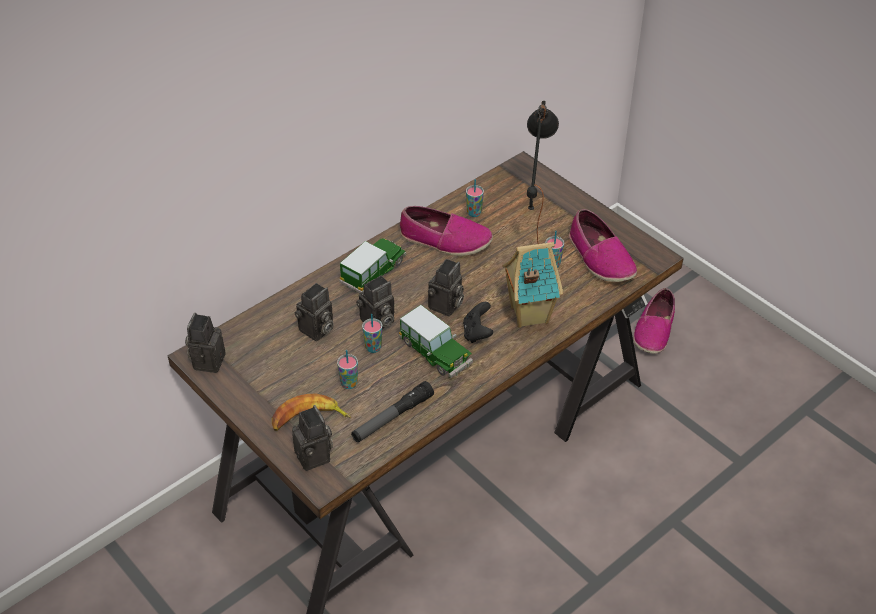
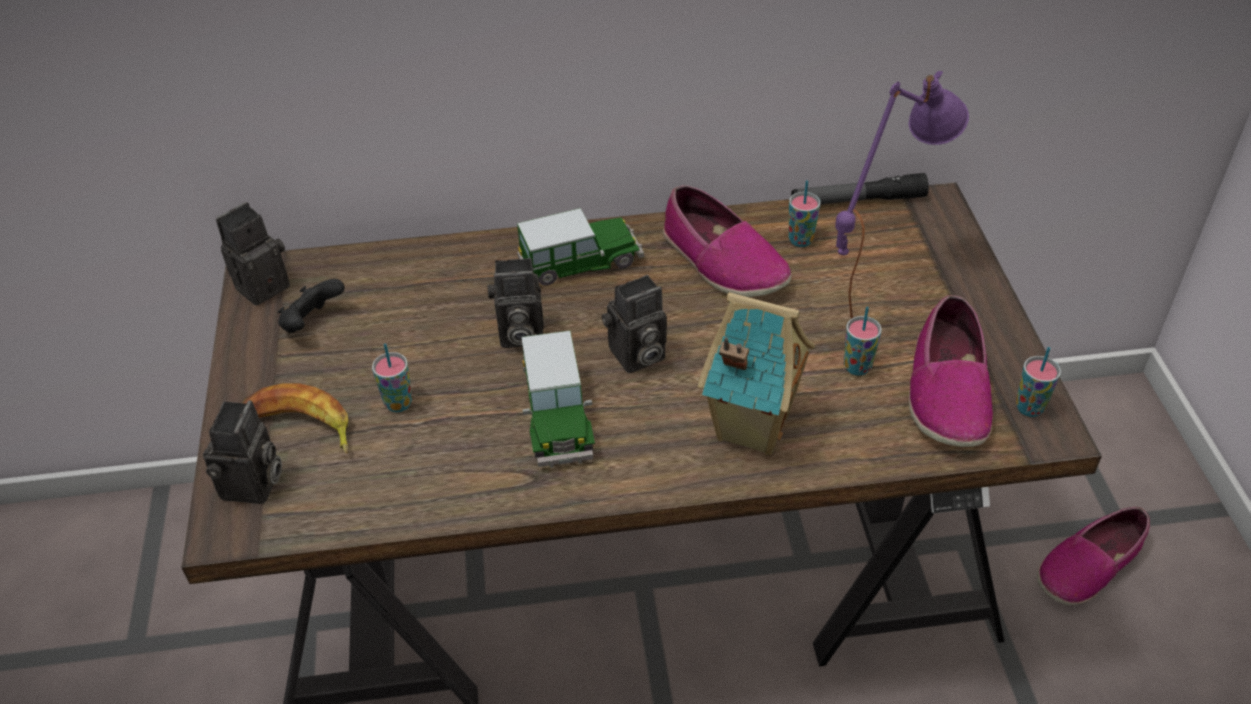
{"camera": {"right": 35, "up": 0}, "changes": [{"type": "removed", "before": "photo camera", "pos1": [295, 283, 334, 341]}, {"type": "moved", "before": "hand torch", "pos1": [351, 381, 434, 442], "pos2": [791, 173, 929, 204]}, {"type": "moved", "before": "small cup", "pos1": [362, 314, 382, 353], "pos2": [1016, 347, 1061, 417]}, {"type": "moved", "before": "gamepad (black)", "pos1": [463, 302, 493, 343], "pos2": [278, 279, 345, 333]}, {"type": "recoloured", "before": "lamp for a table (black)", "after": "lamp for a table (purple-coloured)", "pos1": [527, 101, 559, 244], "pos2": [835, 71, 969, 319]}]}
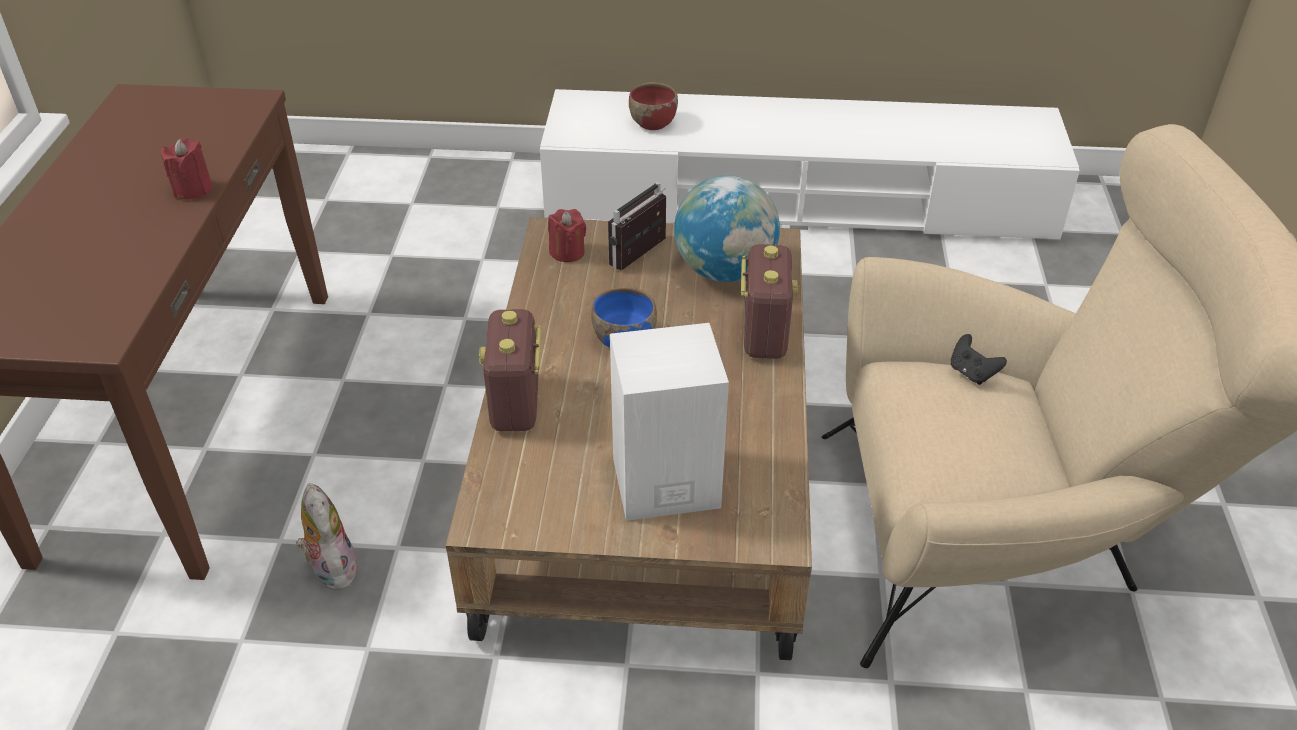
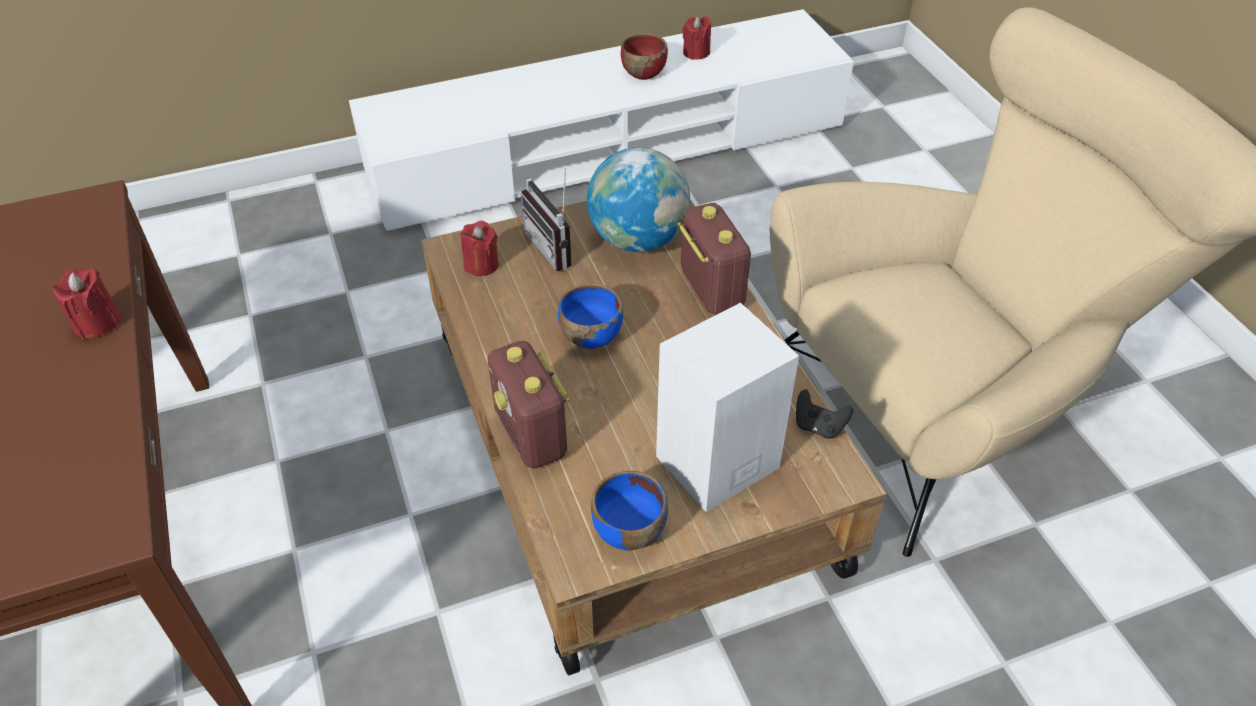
{"camera": {"right": -25, "up": 5}, "changes": [{"type": "removed", "before": "soft toy", "pos1": [296, 483, 361, 590]}, {"type": "added", "after": "bowl (bluish)", "pos2": [591, 471, 668, 551]}, {"type": "added", "after": "wax light (red)", "pos2": [682, 16, 711, 60]}, {"type": "moved", "before": "bowl (red)", "pos1": [629, 82, 678, 130], "pos2": [621, 33, 668, 80]}, {"type": "moved", "before": "gamepad (black)", "pos1": [951, 334, 1007, 385], "pos2": [796, 389, 853, 439]}, {"type": "turned", "before": "radio set", "pos1": [608, 182, 666, 270], "pos2": [521, 169, 572, 271], "turn": -45}]}
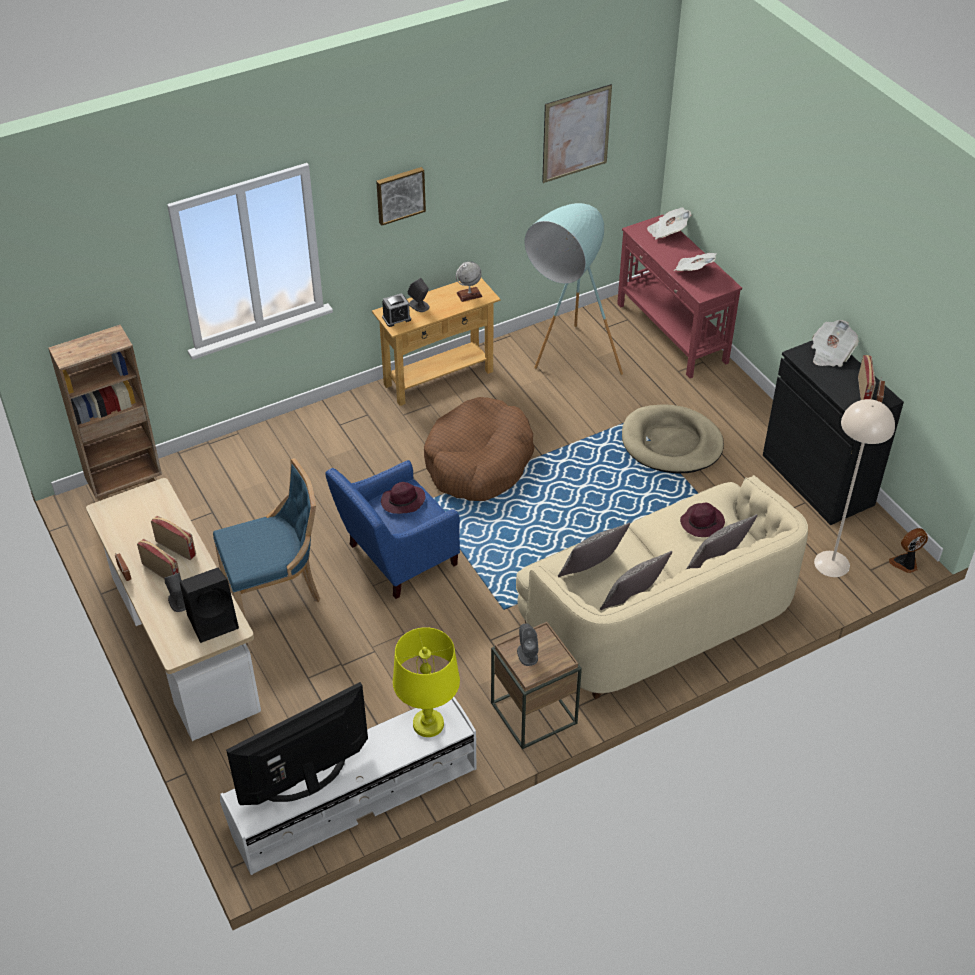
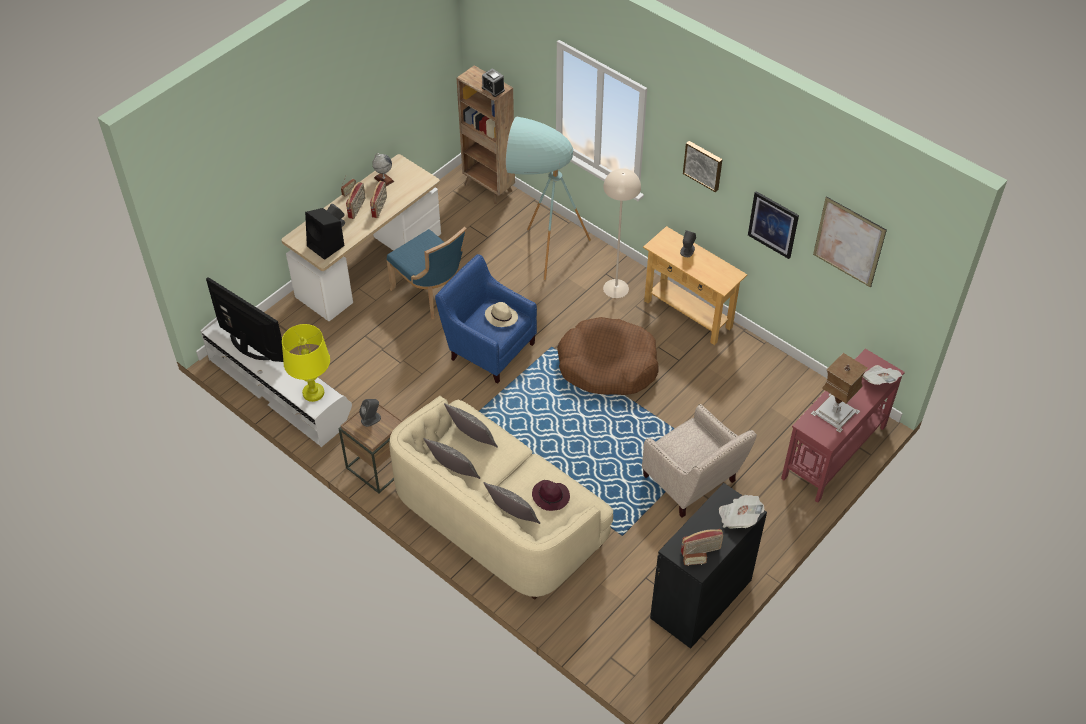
{"camera": {"right": 70, "up": 5}, "changes": [{"type": "removed", "before": "fan", "pos1": [889, 528, 928, 573]}, {"type": "added", "after": "wall art", "pos2": [748, 191, 799, 259]}, {"type": "moved", "before": "table clock", "pos1": [382, 293, 411, 327], "pos2": [482, 68, 505, 97]}, {"type": "moved", "before": "globe", "pos1": [456, 261, 483, 302], "pos2": [372, 153, 394, 186]}, {"type": "moved", "before": "floor lamp (turquoise-coloured)", "pos1": [524, 203, 623, 375], "pos2": [506, 117, 591, 280]}, {"type": "moved", "before": "floor lamp (beige)", "pos1": [814, 399, 895, 577], "pos2": [603, 168, 641, 298]}, {"type": "replaced", "before": "pet bed (beige)", "after": "lounge chair (beige)", "pos1": [622, 404, 724, 473], "pos2": [642, 404, 757, 518]}, {"type": "replaced", "before": "printed paper", "after": "lamp for a table", "pos1": [674, 253, 717, 271], "pos2": [811, 353, 868, 433]}, {"type": "recoloured", "before": "hat (purple-coloured)", "after": "hat (beige)", "pos1": [381, 482, 426, 514], "pos2": [485, 302, 518, 327]}]}
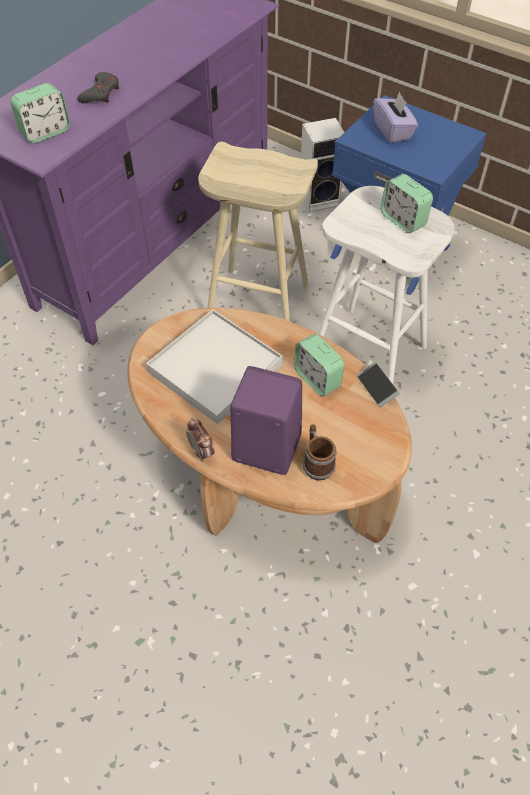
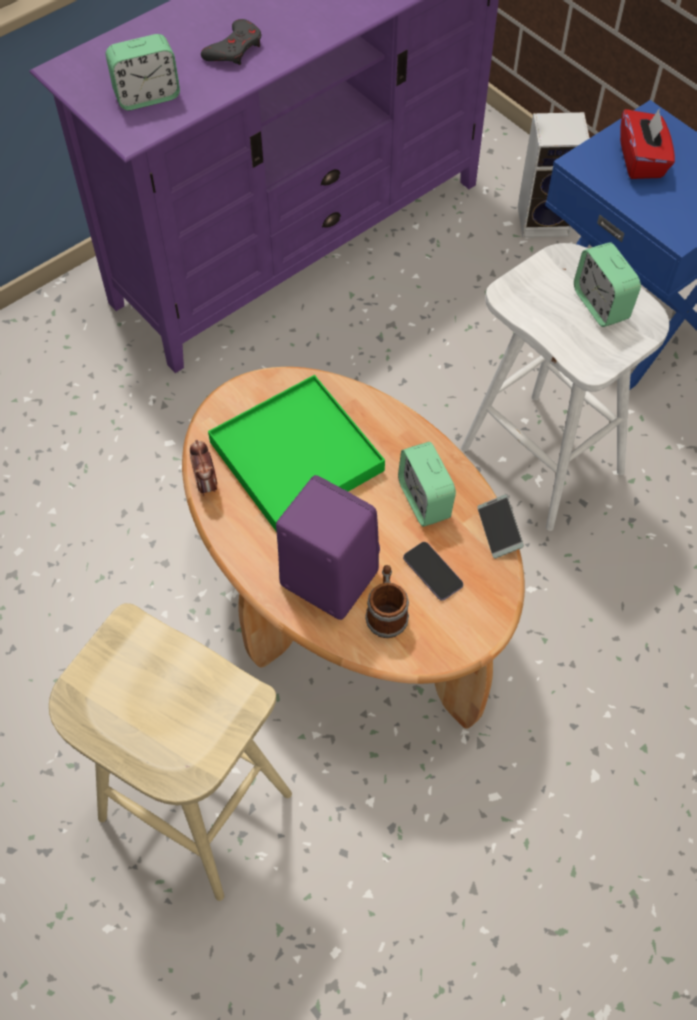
{"camera": {"right": 15, "up": 5}, "changes": [{"type": "added", "after": "phone", "pos2": [403, 542, 463, 601]}, {"type": "moved", "before": "table clock", "pos1": [186, 418, 215, 462], "pos2": [190, 440, 217, 496]}, {"type": "moved", "before": "stool (beige)", "pos1": [198, 142, 318, 321], "pos2": [49, 603, 292, 901]}, {"type": "recoloured", "before": "tray (whitish)", "after": "tray (greenish)", "pos1": [146, 309, 283, 424], "pos2": [208, 375, 385, 531]}, {"type": "recoloured", "before": "tissue box (purple-coloured)", "after": "tissue box (red)", "pos1": [374, 92, 418, 143], "pos2": [620, 108, 675, 179]}]}
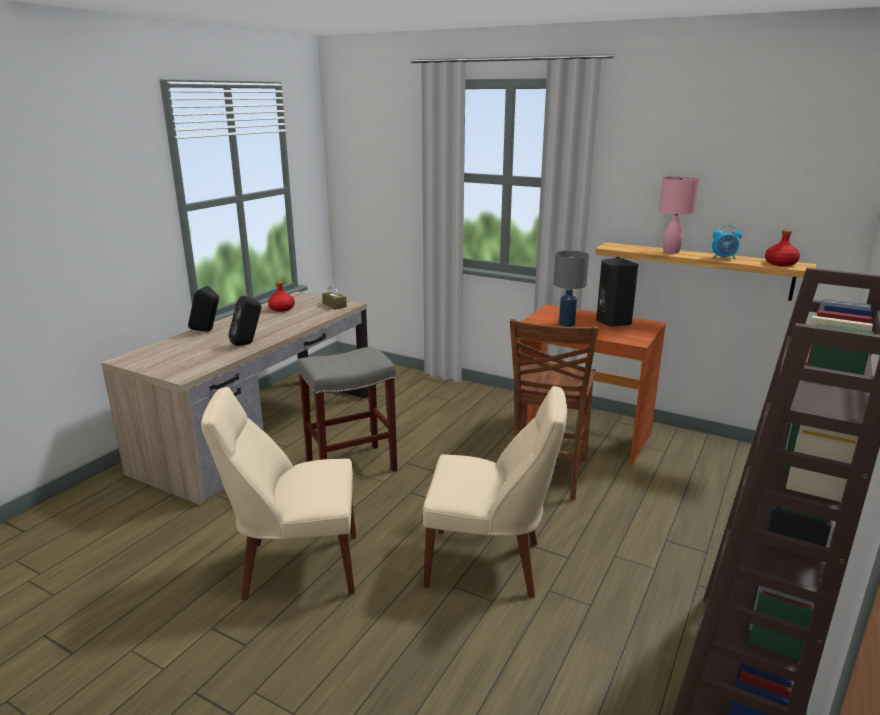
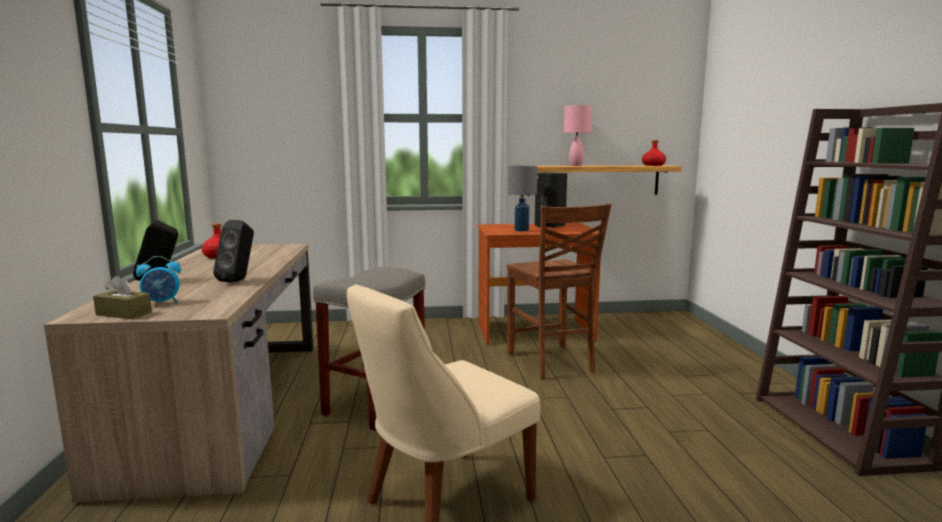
{"camera": {"right": -35, "up": -10}, "changes": [{"type": "removed", "before": "chair (beige)", "pos1": [423, 386, 567, 598]}, {"type": "moved", "before": "tissue box (brown-coloured)", "pos1": [322, 285, 347, 310], "pos2": [93, 276, 152, 319]}, {"type": "moved", "before": "table clock", "pos1": [712, 225, 742, 260], "pos2": [136, 256, 181, 303]}]}
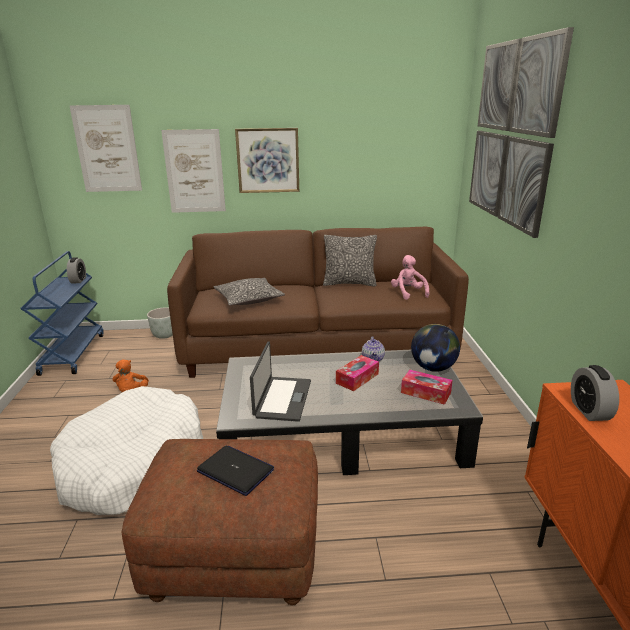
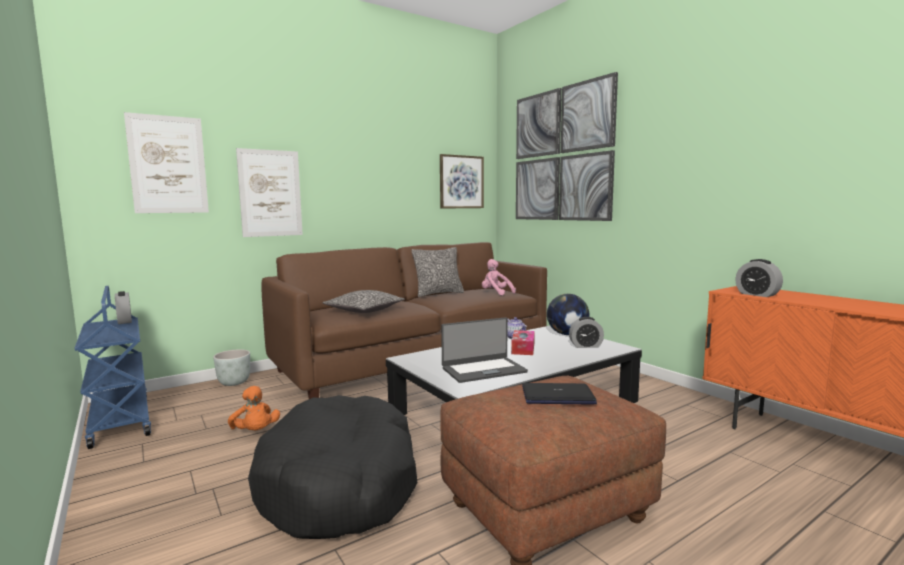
{"camera": {"right": -30, "up": -15}, "changes": [{"type": "moved", "before": "wall art", "pos1": [235, 128, 299, 193], "pos2": [440, 154, 484, 209]}, {"type": "replaced", "before": "tissue box", "after": "table clock", "pos1": [401, 370, 452, 405], "pos2": [569, 317, 604, 348]}, {"type": "recoloured", "before": "pet bed (whitish)", "after": "pet bed (black)", "pos1": [50, 386, 203, 515], "pos2": [248, 395, 418, 539]}, {"type": "turned", "before": "portable computer", "pos1": [250, 341, 311, 421], "pos2": [441, 317, 528, 383], "turn": 90}]}
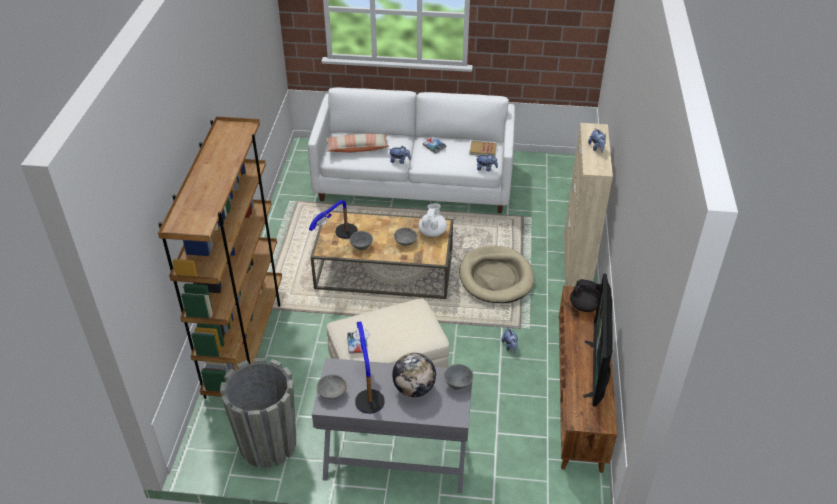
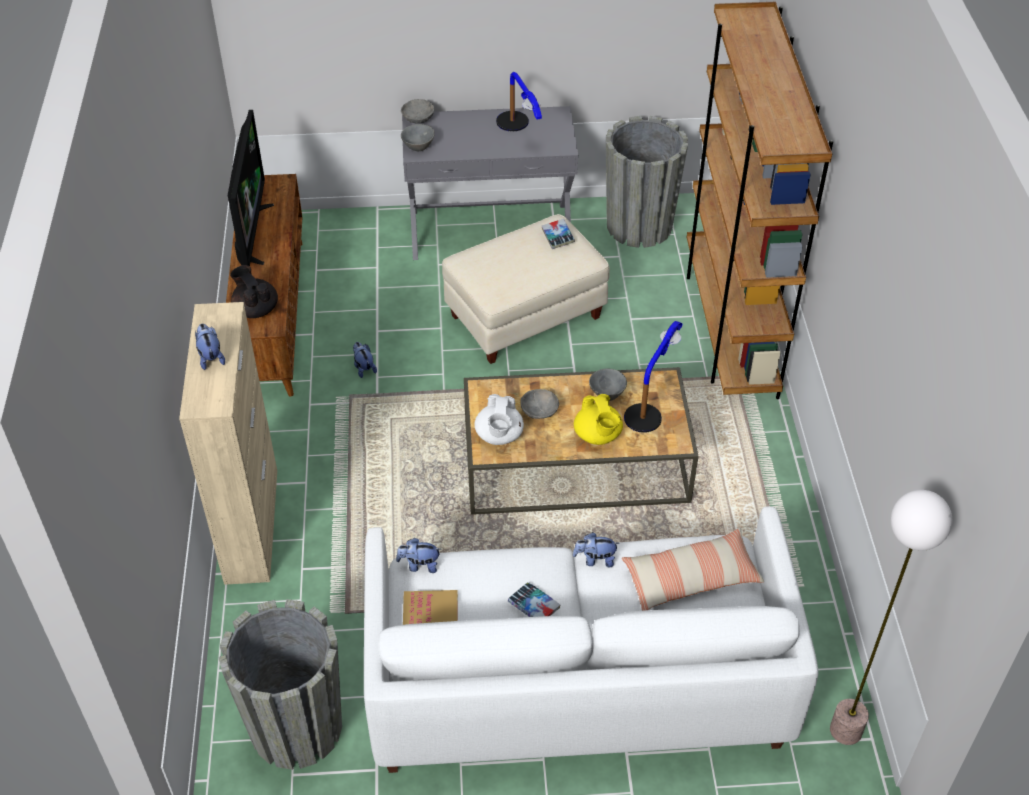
{"camera": {"right": 170, "up": 5}, "changes": [{"type": "removed", "before": "globe", "pos1": [392, 353, 436, 397]}, {"type": "removed", "before": "pet bed (beige)", "pos1": [459, 246, 534, 303]}, {"type": "added", "after": "planter (gray)", "pos2": [218, 599, 342, 770]}, {"type": "added", "after": "pot for tea (yellow-coloured)", "pos2": [574, 394, 623, 445]}, {"type": "added", "after": "floor lamp", "pos2": [830, 490, 952, 745]}, {"type": "moved", "before": "bowl (gray)", "pos1": [317, 374, 347, 400], "pos2": [401, 99, 434, 124]}, {"type": "turned", "before": "pot for tea (black)", "pos1": [570, 279, 601, 312], "pos2": [230, 265, 278, 318], "turn": 45}]}
